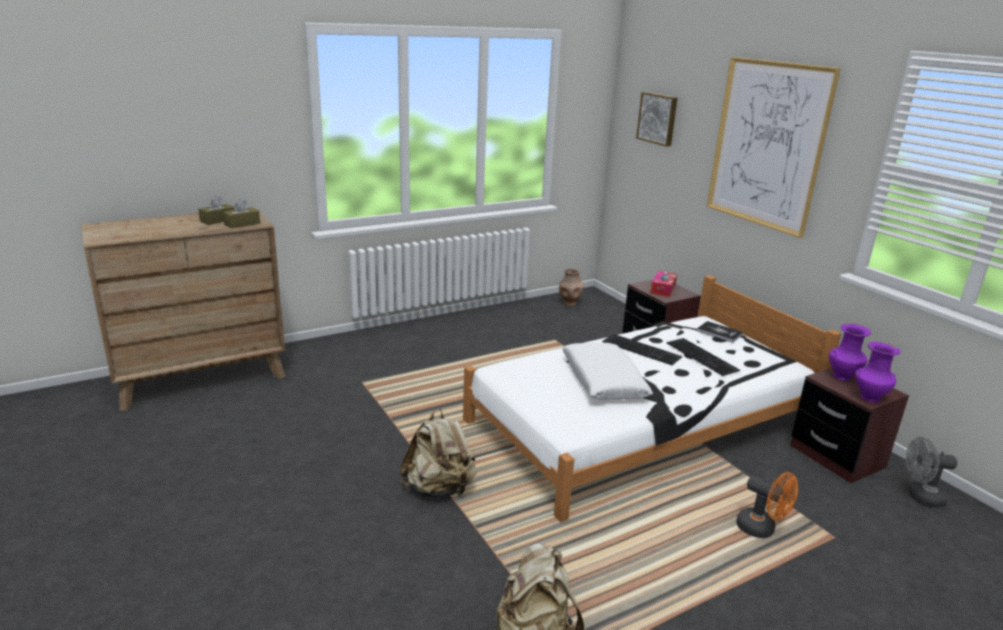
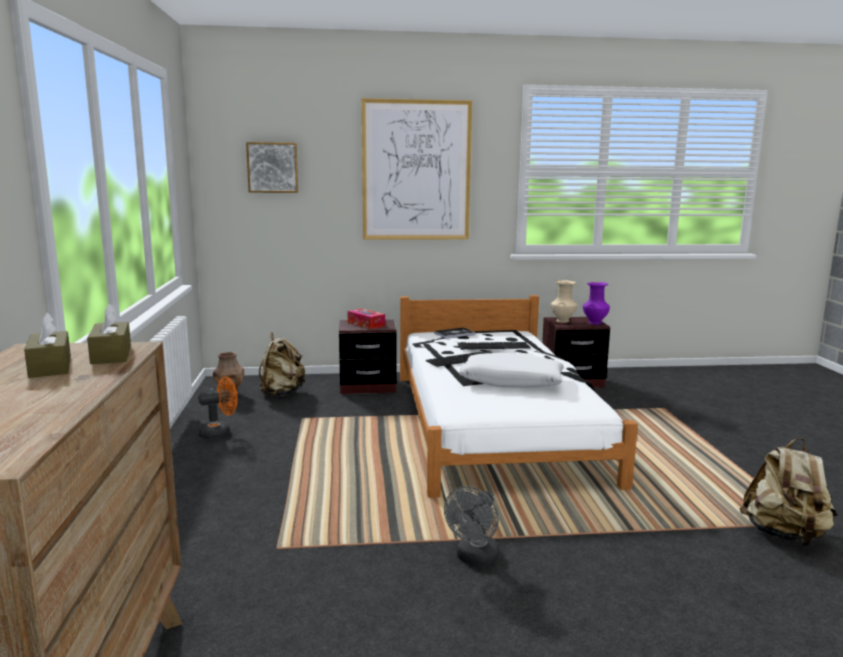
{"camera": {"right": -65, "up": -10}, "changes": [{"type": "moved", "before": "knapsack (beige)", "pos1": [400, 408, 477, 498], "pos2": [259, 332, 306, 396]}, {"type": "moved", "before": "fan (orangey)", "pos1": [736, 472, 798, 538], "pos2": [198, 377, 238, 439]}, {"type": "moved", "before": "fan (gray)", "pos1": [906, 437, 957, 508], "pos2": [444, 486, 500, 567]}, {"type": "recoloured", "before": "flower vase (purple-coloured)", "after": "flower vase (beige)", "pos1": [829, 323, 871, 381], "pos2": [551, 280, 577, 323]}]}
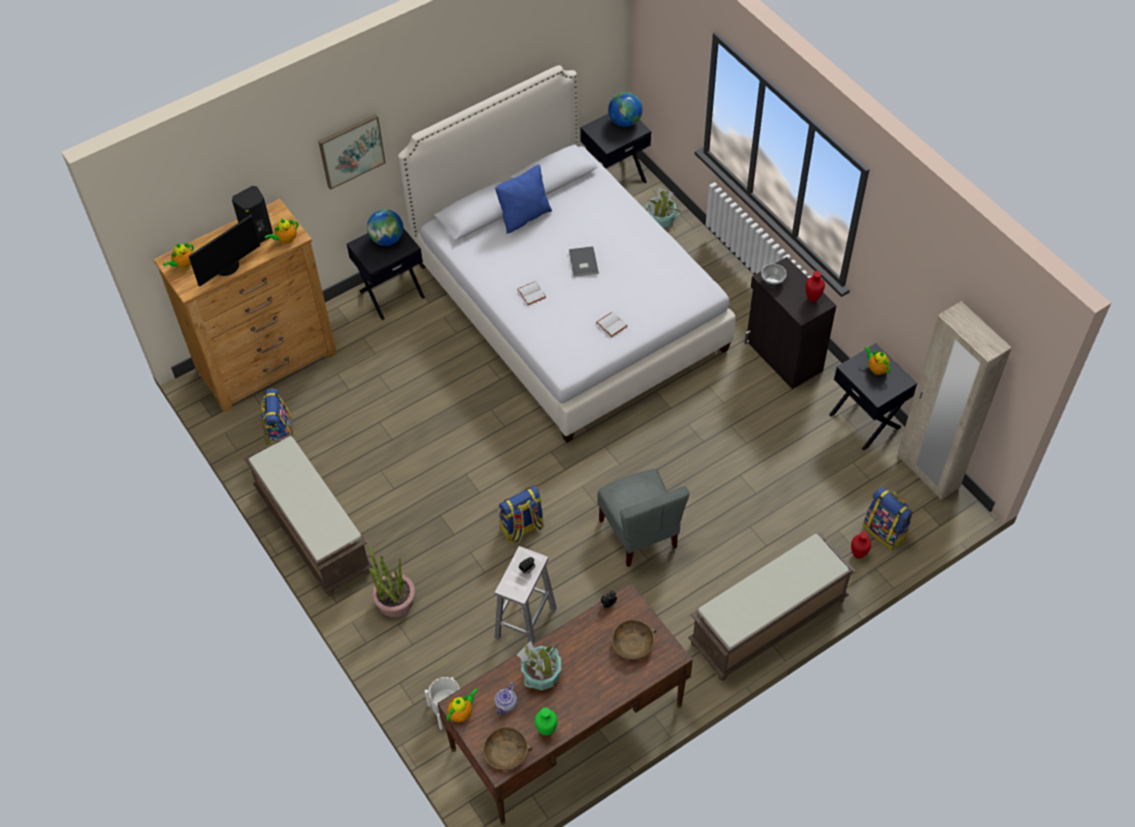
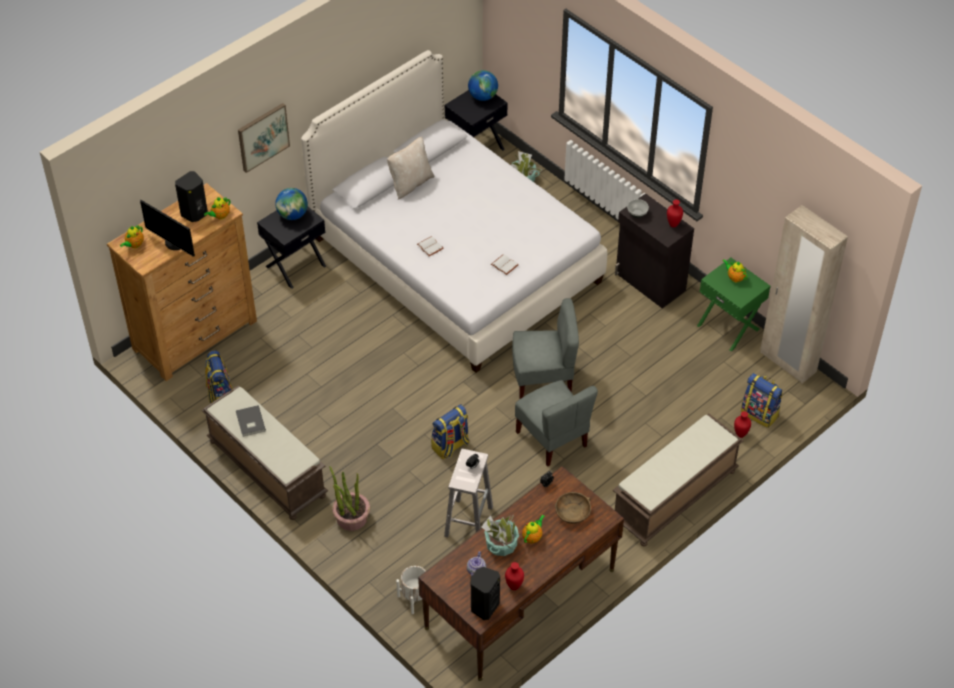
{"camera": {"right": -10, "up": -5}, "changes": [{"type": "added", "after": "chair (gray)", "pos2": [512, 298, 579, 399]}, {"type": "moved", "before": "pot for tea", "pos1": [447, 688, 478, 722], "pos2": [522, 514, 545, 544]}, {"type": "moved", "before": "bound book (gray)", "pos1": [569, 246, 599, 277], "pos2": [236, 405, 266, 437]}, {"type": "replaced", "before": "bowl (brown-coloured)", "after": "audio speaker (black)", "pos1": [483, 727, 532, 770], "pos2": [471, 567, 500, 620]}, {"type": "recoloured", "before": "throw pillow (bluish)", "after": "throw pillow (beige)", "pos1": [495, 165, 552, 234], "pos2": [387, 137, 435, 200]}, {"type": "recoloured", "before": "flower vase (greenish)", "after": "flower vase (red)", "pos1": [535, 707, 558, 736], "pos2": [505, 562, 524, 590]}, {"type": "recoloured", "before": "night table (black)", "after": "night table (greenish)", "pos1": [829, 343, 917, 451], "pos2": [697, 258, 771, 351]}, {"type": "turned", "before": "computer display", "pos1": [189, 214, 260, 286], "pos2": [140, 199, 195, 256], "turn": 90}]}
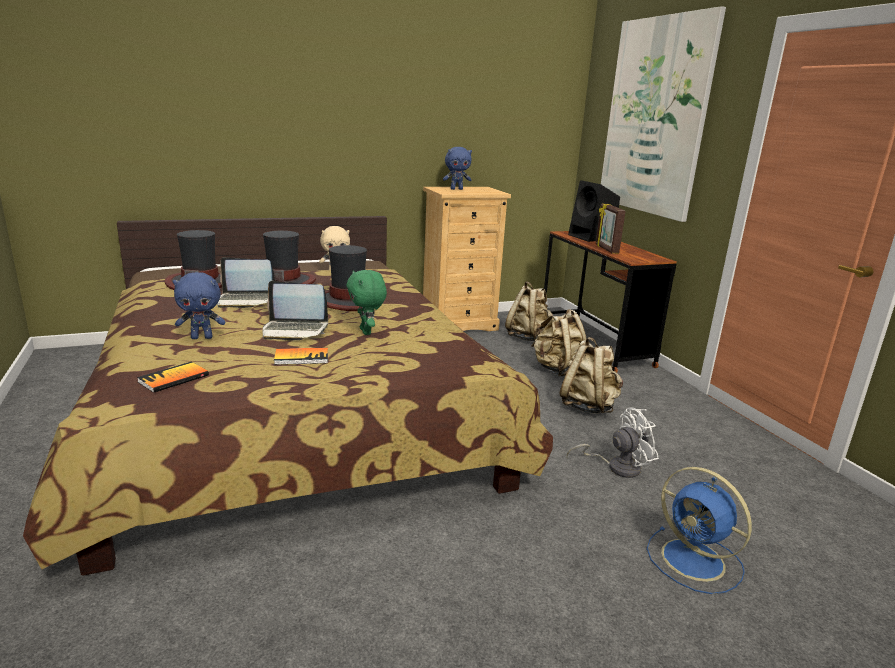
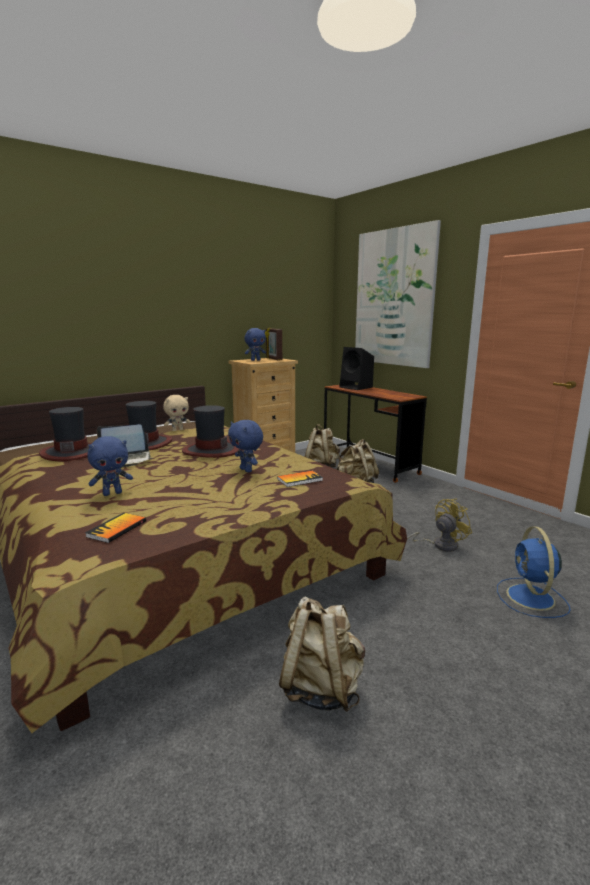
{"camera": {"right": -15, "up": -5}, "changes": [{"type": "removed", "before": "portable computer", "pos1": [263, 281, 328, 341]}, {"type": "moved", "before": "bound book", "pos1": [274, 348, 328, 365], "pos2": [277, 471, 323, 487]}, {"type": "moved", "before": "knapsack (beige)", "pos1": [559, 337, 623, 414], "pos2": [279, 596, 365, 712]}, {"type": "moved", "before": "picture frame", "pos1": [596, 204, 626, 254], "pos2": [265, 328, 282, 360]}, {"type": "recoloured", "before": "soft toy (greenish)", "after": "soft toy (bluish)", "pos1": [346, 270, 387, 335], "pos2": [228, 420, 263, 473]}, {"type": "recoloured", "before": "fan (whitish)", "after": "fan (yellow-coloured)", "pos1": [567, 407, 659, 478], "pos2": [407, 498, 472, 552]}, {"type": "turned", "before": "fan (bluish)", "pos1": [647, 467, 752, 594], "pos2": [497, 526, 571, 618], "turn": 60}]}
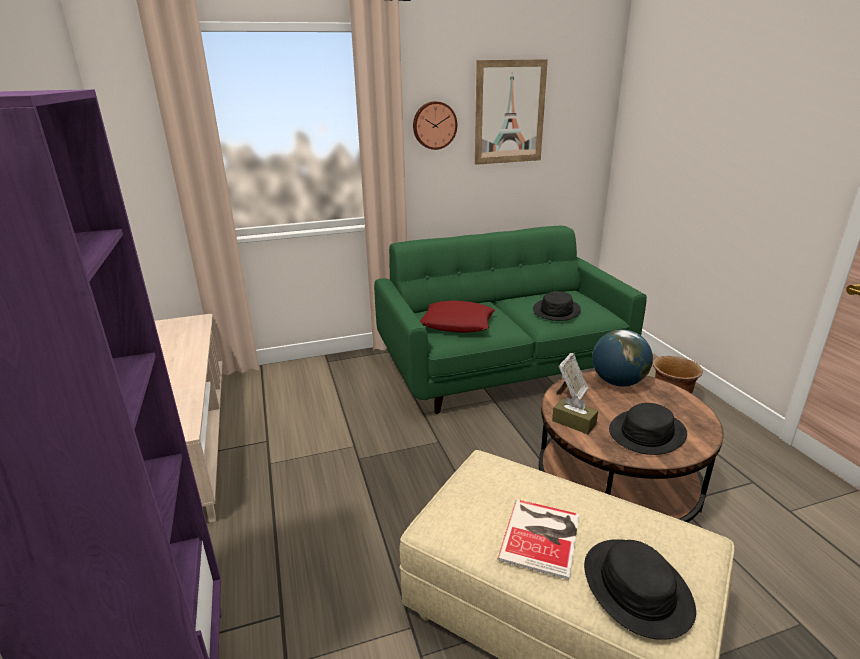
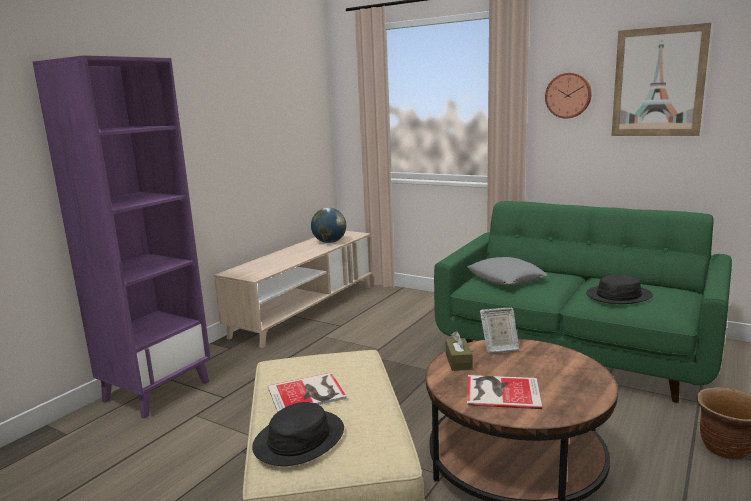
{"camera": {"right": 50, "up": -10}, "changes": [{"type": "moved", "before": "globe", "pos1": [592, 329, 653, 387], "pos2": [311, 208, 346, 243]}, {"type": "replaced", "before": "hat (black)", "after": "bound book", "pos1": [609, 403, 687, 455], "pos2": [467, 375, 542, 409]}, {"type": "recoloured", "before": "throw pillow (red)", "after": "throw pillow (gray)", "pos1": [420, 300, 495, 333], "pos2": [468, 257, 547, 286]}]}
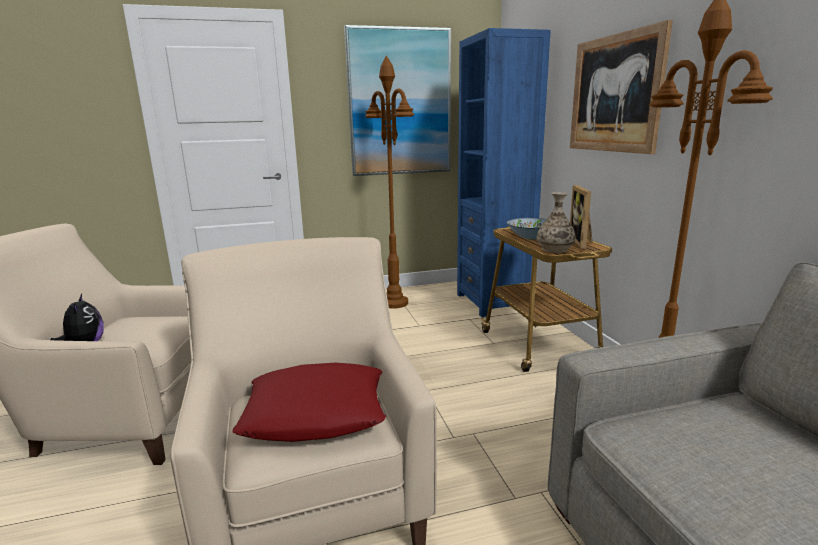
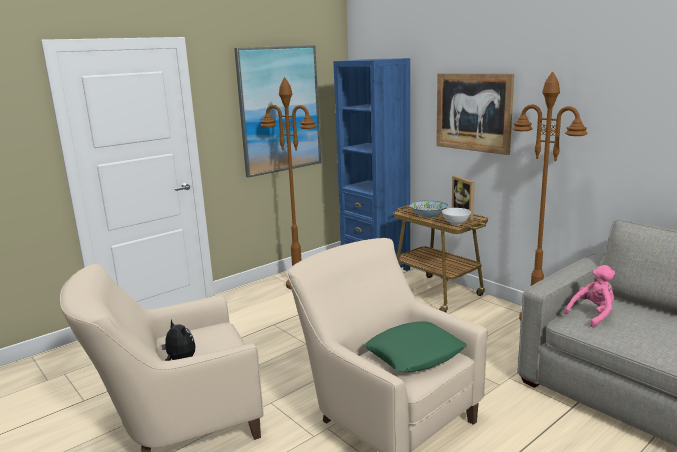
{"camera": {"right": -25, "up": 0}, "changes": [{"type": "added", "after": "soft toy (pink)", "pos2": [564, 265, 615, 328]}, {"type": "replaced", "before": "flower vase", "after": "bowl (whitish)", "pos1": [537, 192, 576, 253], "pos2": [442, 208, 471, 226]}, {"type": "recoloured", "before": "throw pillow (red)", "after": "throw pillow (greenish)", "pos1": [232, 363, 386, 442], "pos2": [364, 321, 467, 372]}]}
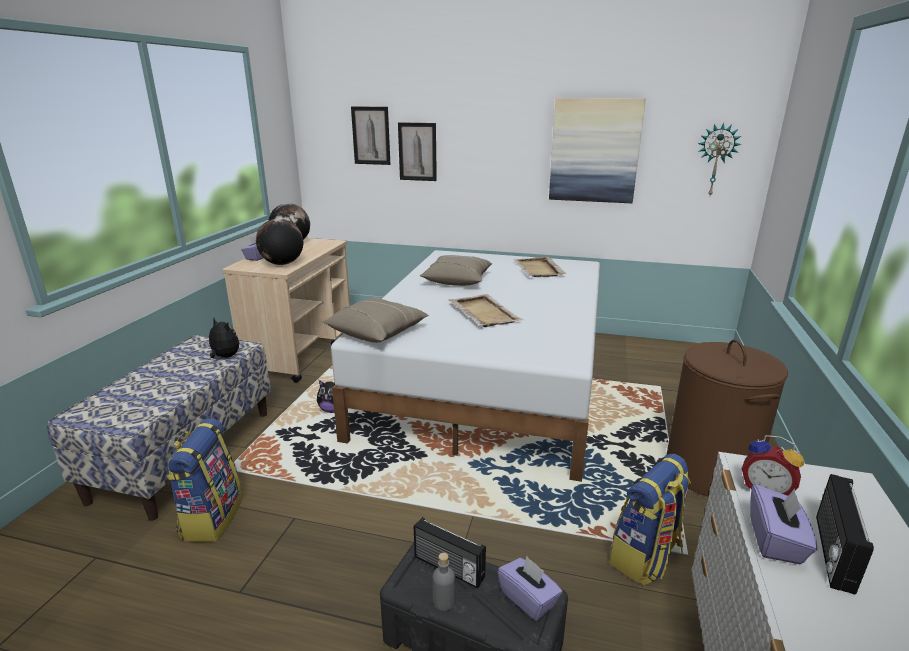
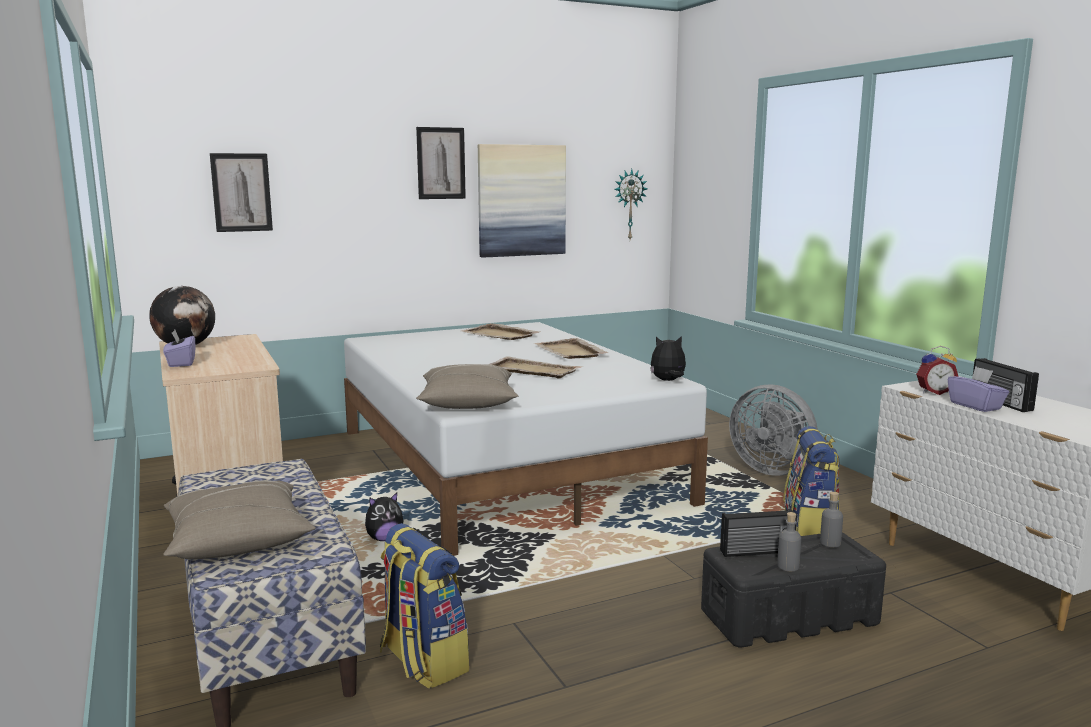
{"camera": {"right": -40, "up": -10}, "changes": [{"type": "removed", "before": "globe", "pos1": [256, 218, 303, 265]}, {"type": "added", "after": "tray (beige)", "pos2": [534, 338, 609, 359]}, {"type": "moved", "before": "soft toy", "pos1": [205, 318, 239, 358], "pos2": [650, 336, 686, 381]}, {"type": "moved", "before": "wall art", "pos1": [398, 122, 437, 181], "pos2": [416, 127, 466, 199]}, {"type": "moved", "before": "throw pillow (beige)", "pos1": [420, 255, 493, 286], "pos2": [163, 480, 316, 559]}, {"type": "replaced", "before": "tissue box (purple-coloured)", "after": "drink bottle (gray)", "pos1": [498, 556, 562, 621], "pos2": [820, 492, 843, 547]}, {"type": "replaced", "before": "washing basket (brown-coloured)", "after": "fan (gray)", "pos1": [666, 339, 788, 497], "pos2": [729, 384, 818, 476]}]}
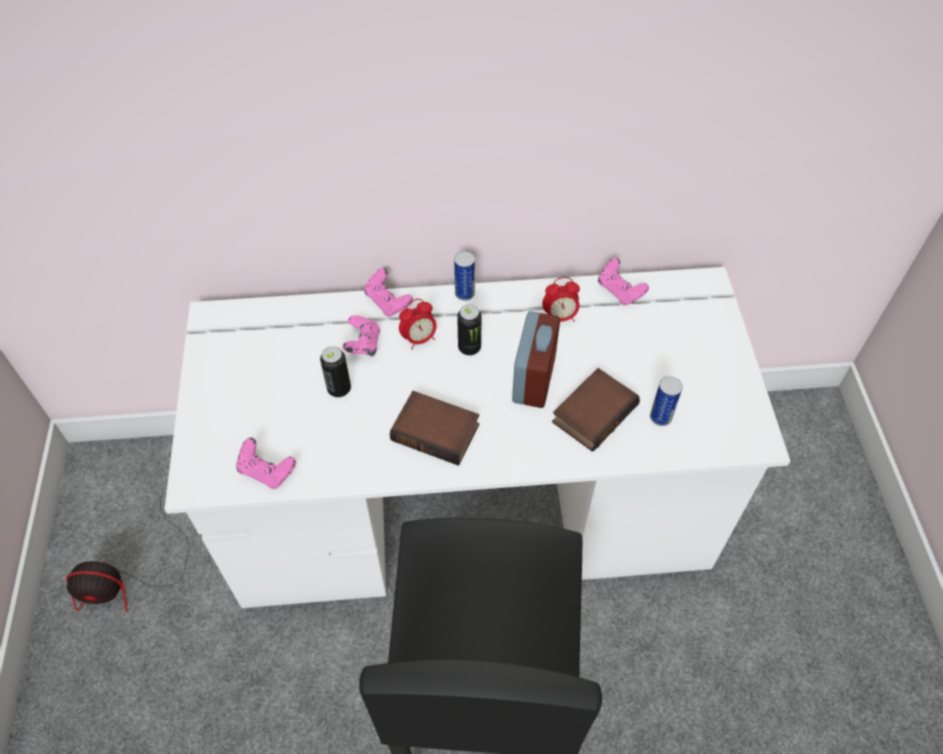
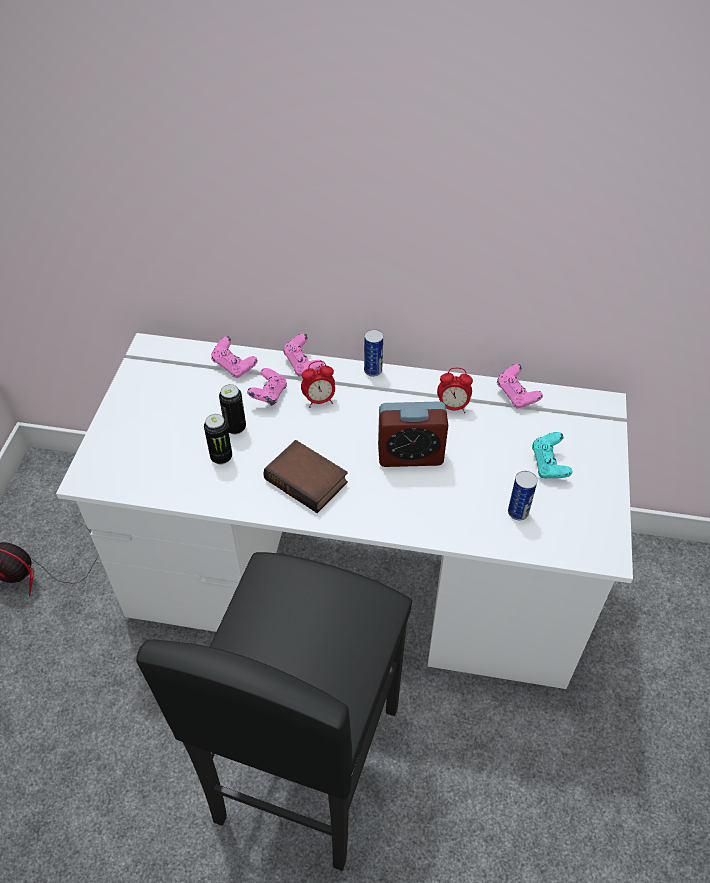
{"camera": {"right": 15, "up": -5}, "changes": [{"type": "removed", "before": "bound book", "pos1": [552, 368, 640, 452]}, {"type": "added", "after": "gamepad (turquoise-coloured)", "pos2": [532, 432, 573, 478]}, {"type": "moved", "before": "gamepad (pink)", "pos1": [236, 437, 296, 489], "pos2": [212, 336, 258, 378]}, {"type": "moved", "before": "can", "pos1": [457, 304, 482, 356], "pos2": [204, 414, 232, 464]}, {"type": "turned", "before": "table clock", "pos1": [512, 311, 560, 408], "pos2": [378, 401, 448, 467], "turn": 60}]}
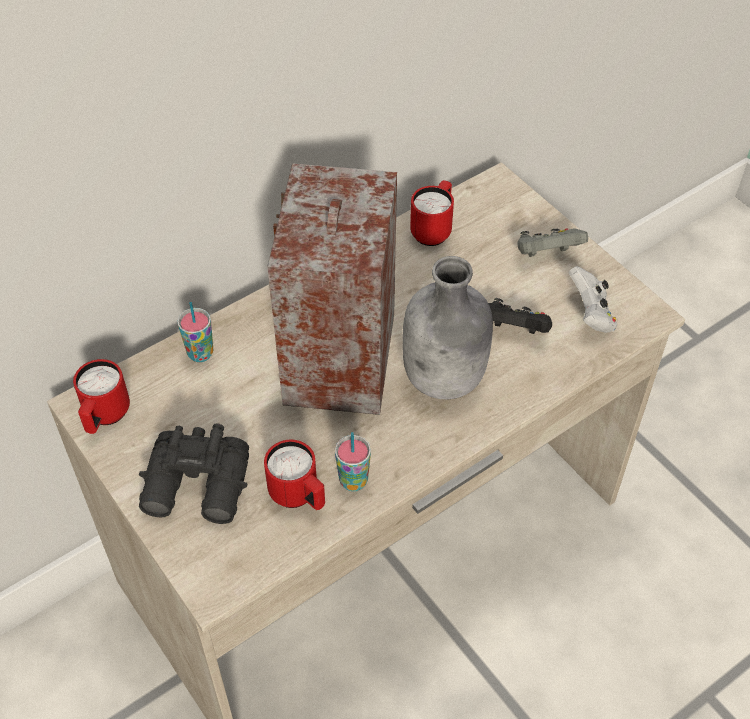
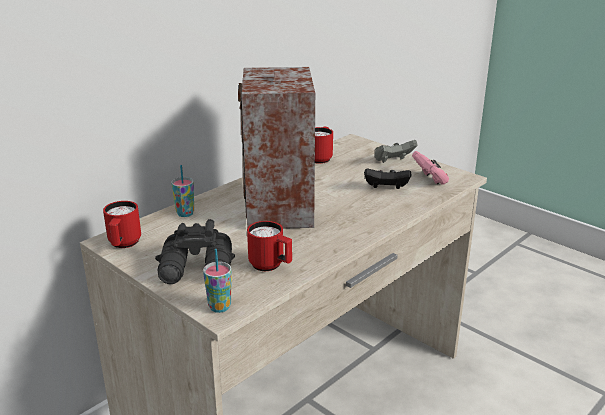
{"camera": {"right": -10, "up": -25}, "changes": [{"type": "removed", "before": "drink bottle (gray)", "pos1": [402, 256, 493, 400]}, {"type": "moved", "before": "small cup", "pos1": [335, 432, 371, 491], "pos2": [203, 249, 232, 313]}, {"type": "recoloured", "before": "gamepad (whitish)", "after": "gamepad (pink)", "pos1": [569, 266, 617, 333], "pos2": [412, 151, 449, 185]}]}
